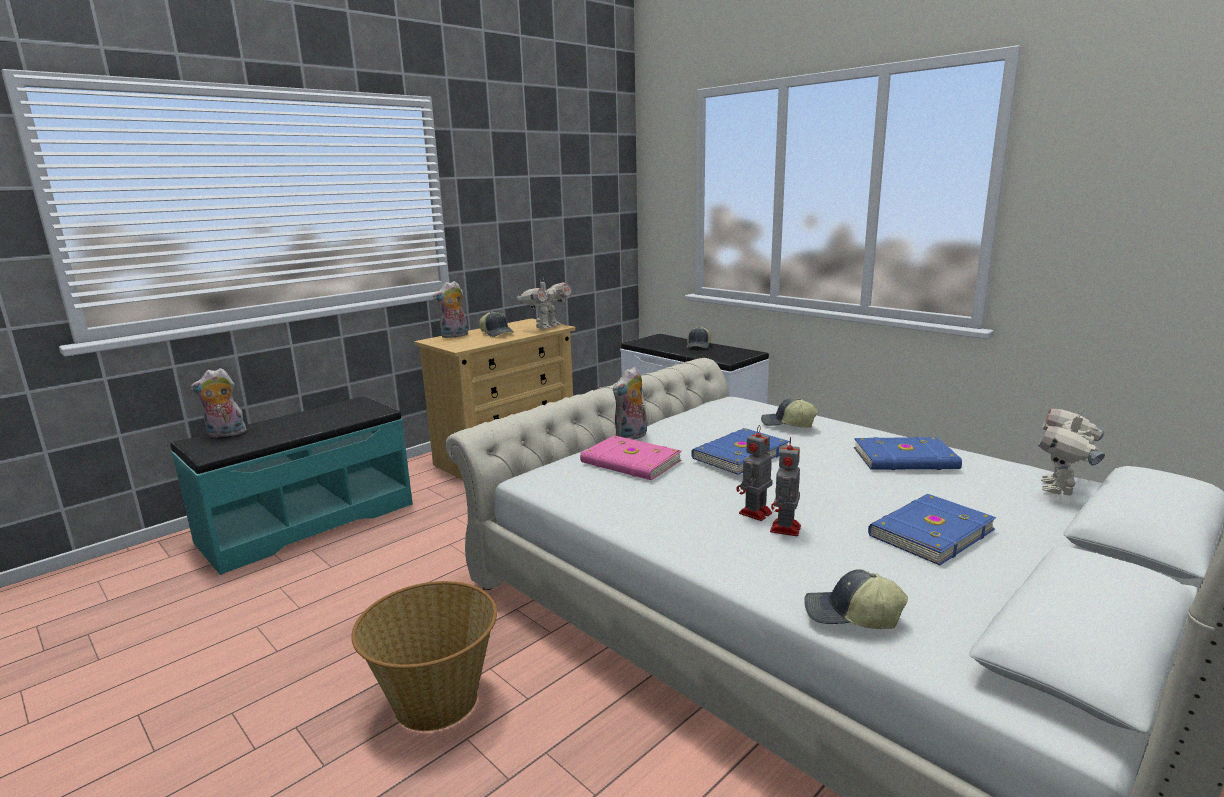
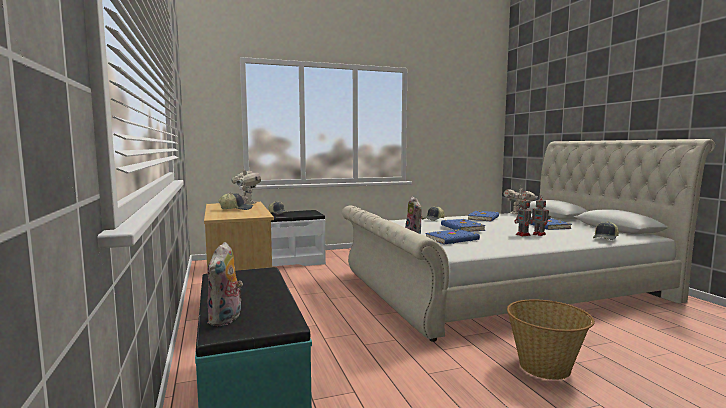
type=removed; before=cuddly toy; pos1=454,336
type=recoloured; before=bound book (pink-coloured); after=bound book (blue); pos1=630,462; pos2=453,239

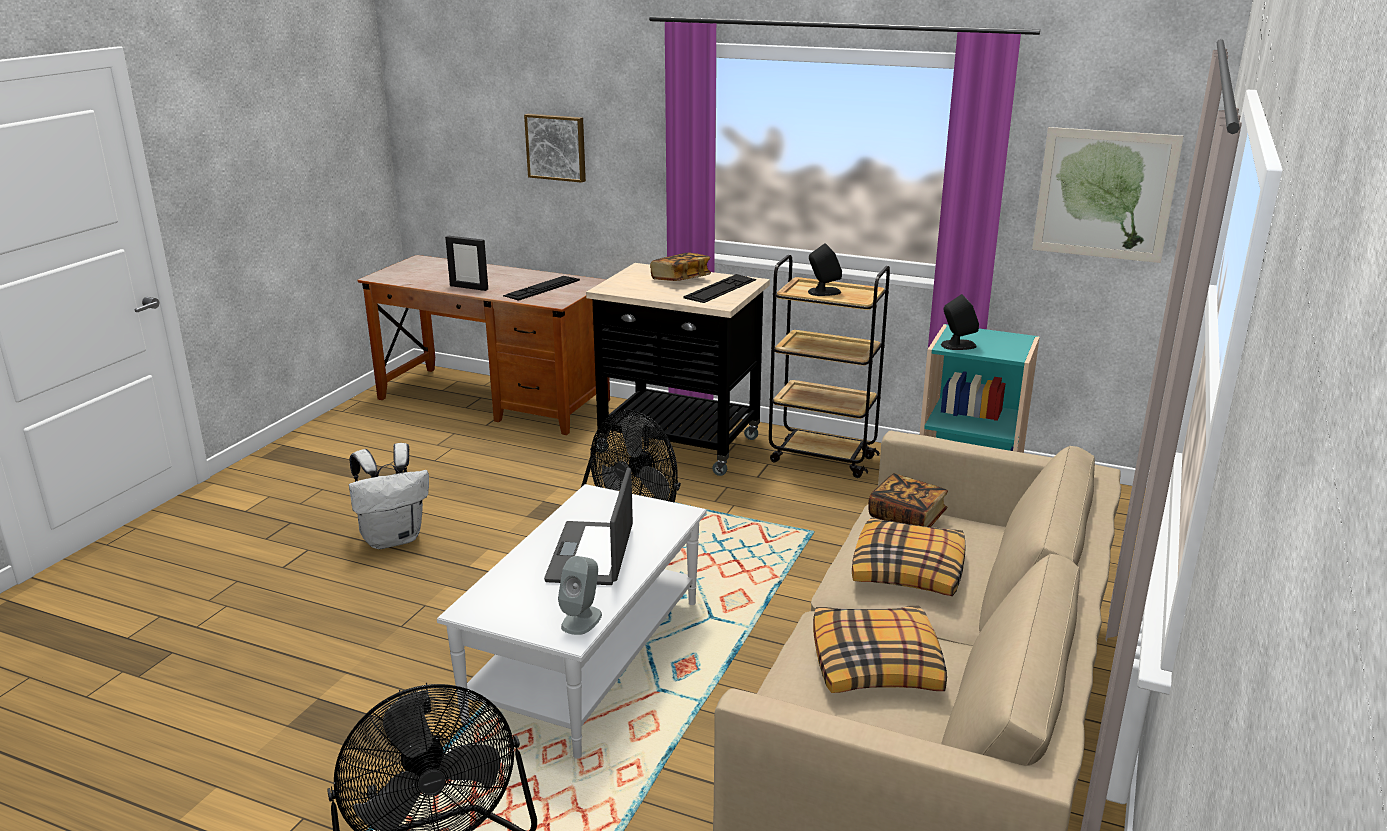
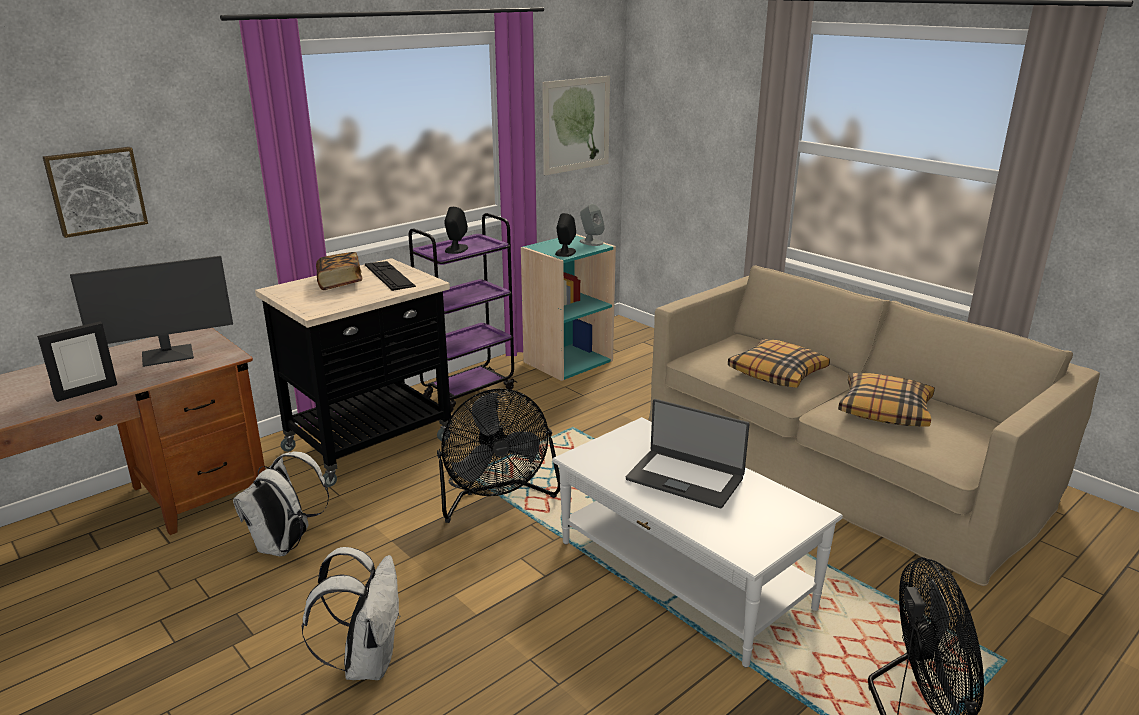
type=replaced; before=keyboard; after=computer display; pos1=542,288; pos2=168,356
type=moved; before=audio speaker (greyish); pos1=581,620; pos2=591,242
type=recoloured; before=wheeled cart (brown-coloured); after=wheeled cart (purple-coloured); pos1=823,459; pos2=469,393
type=removed; before=bound book; pos1=906,517
type=added; after=knapsack (white); pos2=286,546

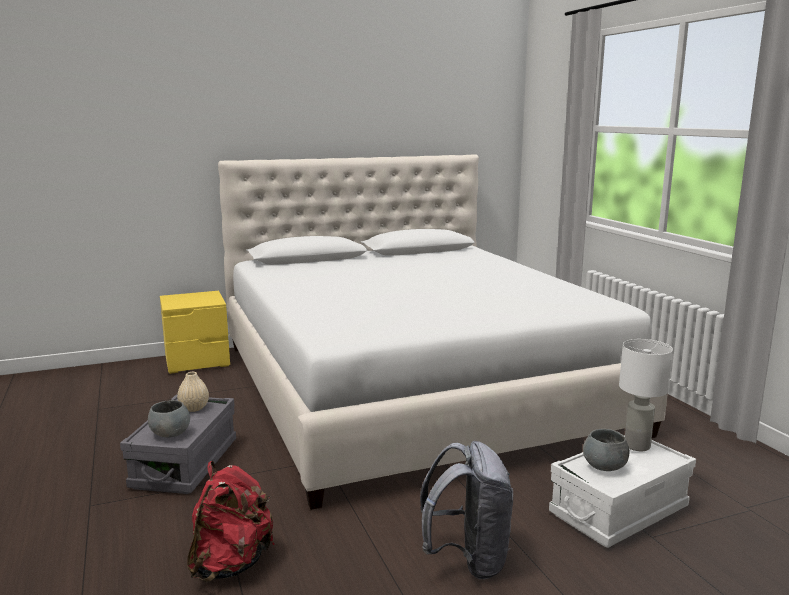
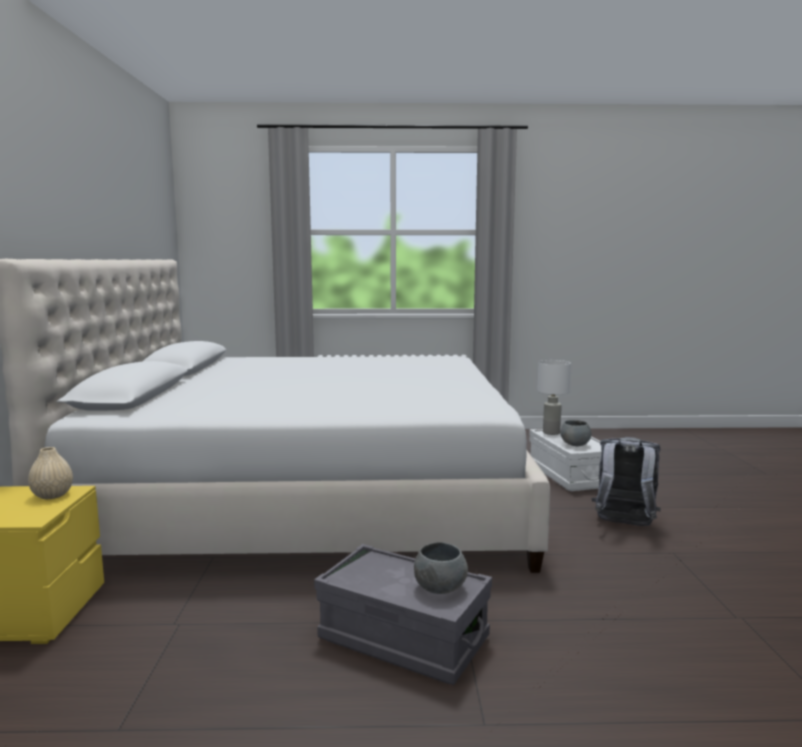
type=moved; before=vase (beige-coloured); pos1=194,408; pos2=52,495
type=removed; before=knapsack (reddish); pos1=231,564

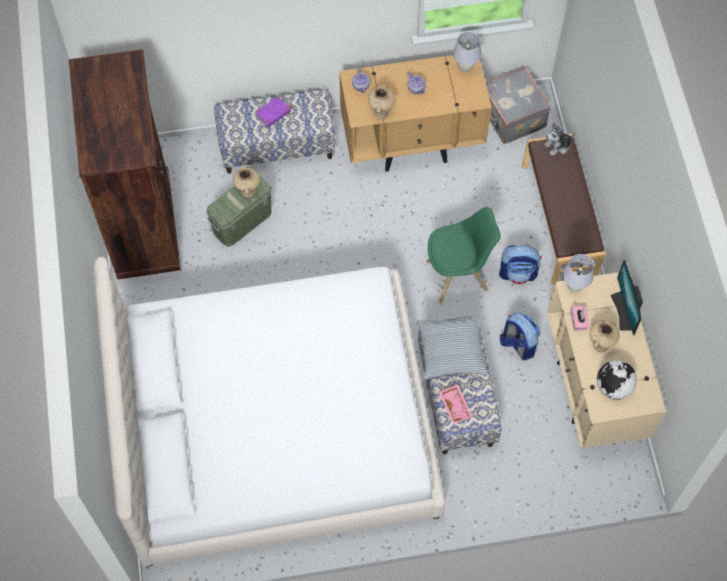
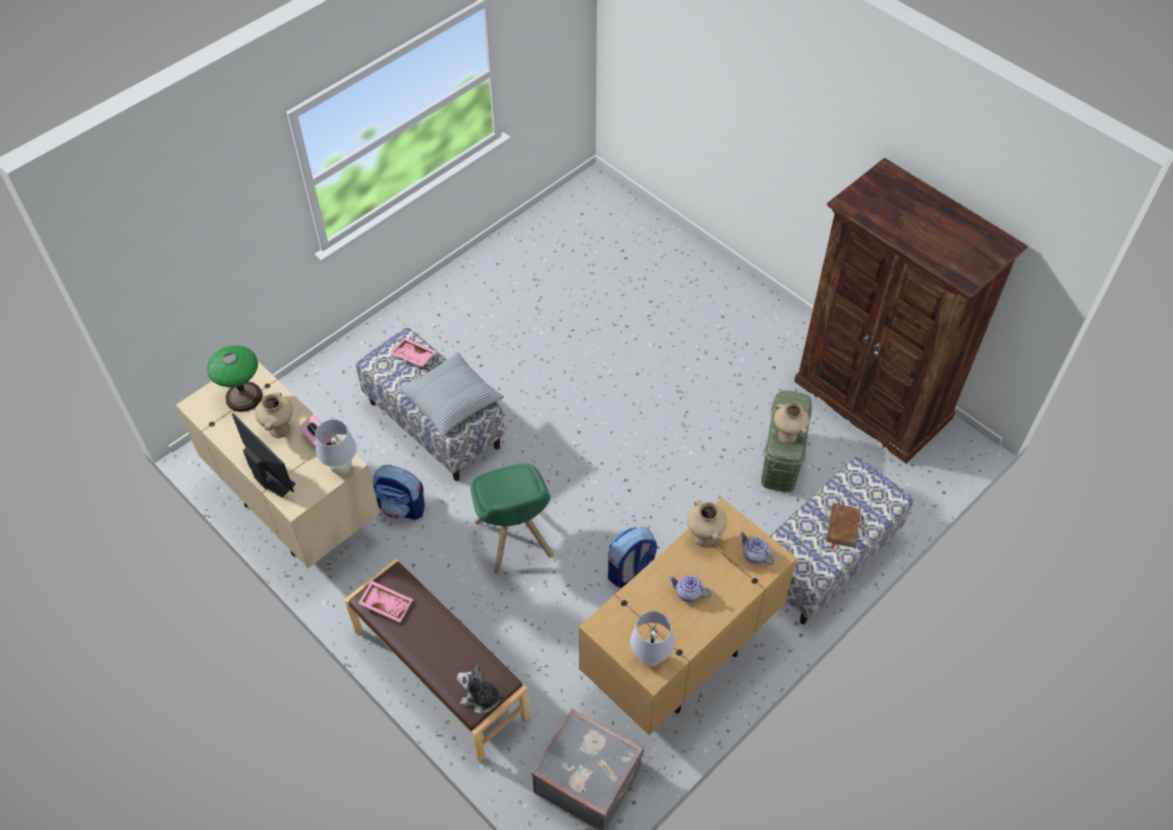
type=removed; before=bed (white); pos1=275,425
type=recoloured; before=bound book (purple-coloured); after=bound book (brown-coloured); pos1=273,113; pos2=842,527
type=turned; before=upright chair (greenish); pos1=457,276; pos2=514,539; turn=-60
type=moved; before=knapsack; pos1=518,273; pos2=630,571
type=turned; before=cuddly toy; pos1=558,146; pos2=481,698; turn=-105
type=replaced; before=world globe; after=tabletop lamp; pos1=613,387; pos2=244,397
type=added; after=serving tray (pink-coloured); pos2=387,603

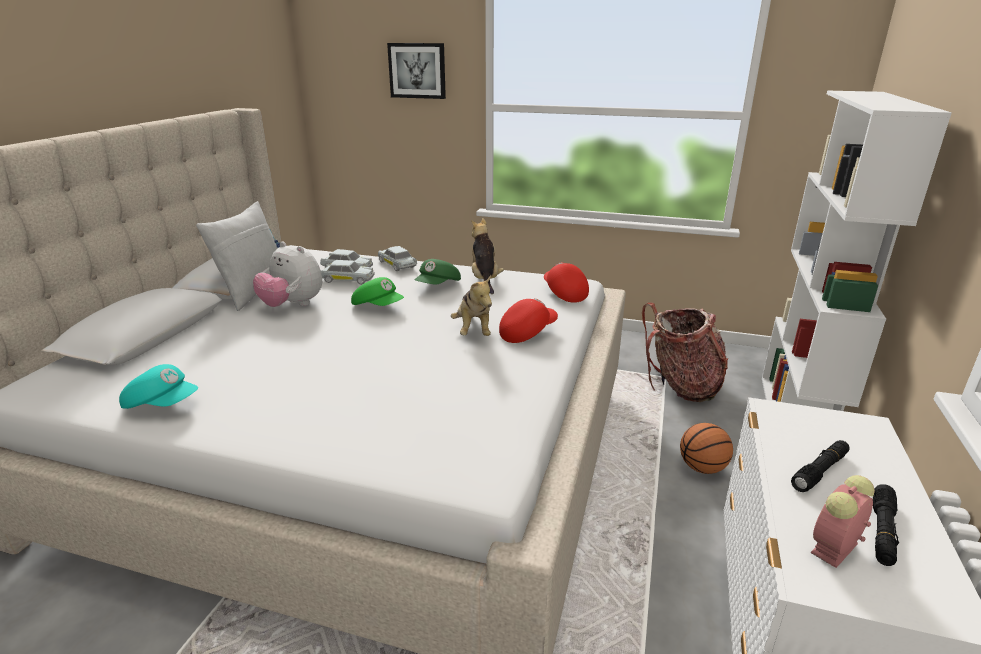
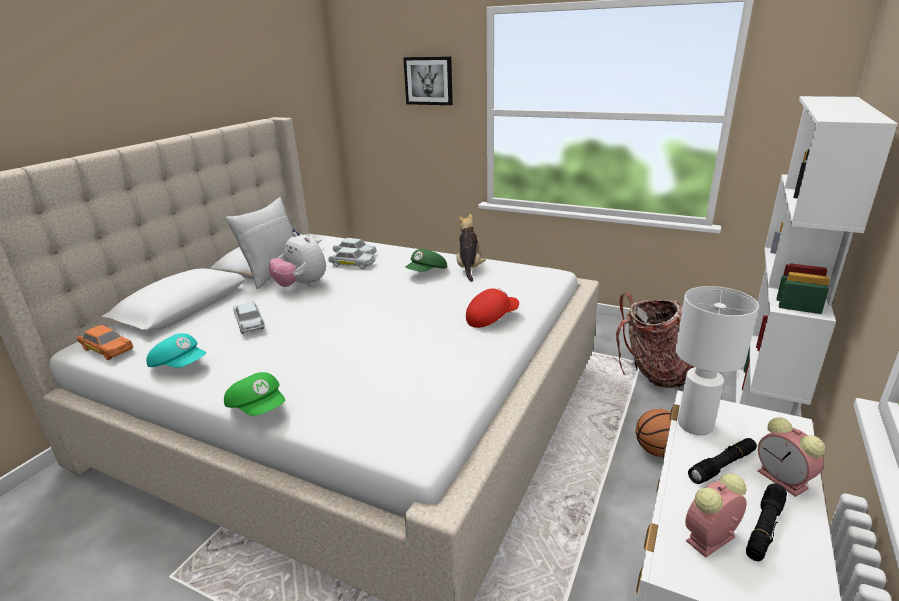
type=moved; before=peaked cap (greenish); pos1=378,306; pos2=258,408
type=moved; before=toy car (white); pos1=397,265; pos2=250,323
type=removed; before=cuddly toy; pos1=473,330
type=removed; before=peaked cap (reddish); pos1=564,293
type=added; after=toy car (orange); pos2=107,349
type=added; after=tabletop lamp (white); pos2=696,425
type=added; after=alarm clock; pos2=784,480

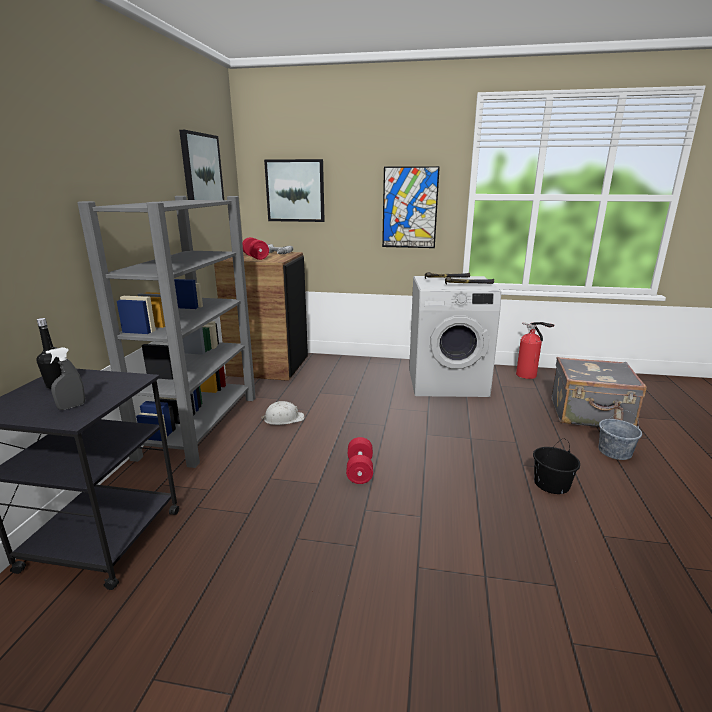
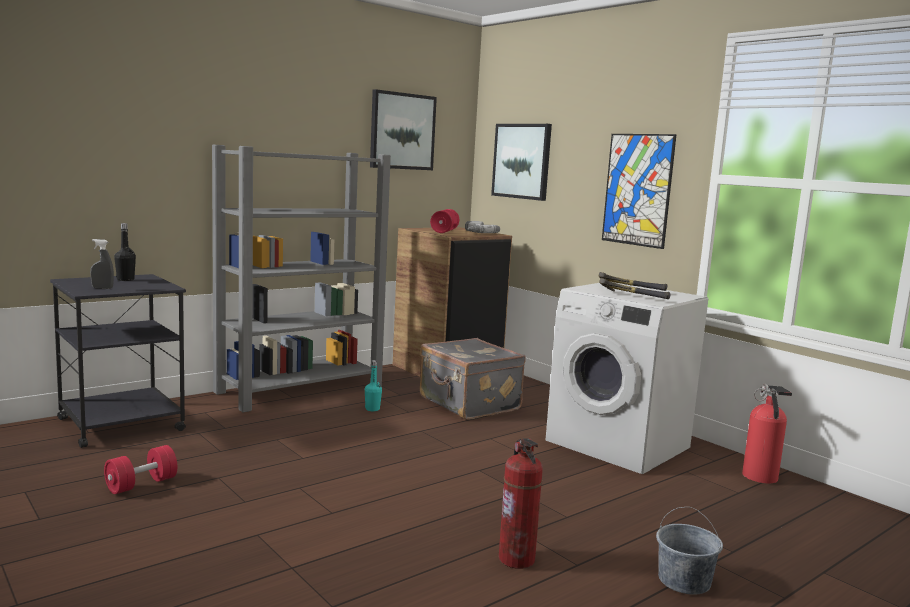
type=replaced; before=work helmet (white); after=drink bottle (turquoise); pos1=283,418; pos2=372,409
type=moved; before=dumbbell (reddish); pos1=359,470; pos2=141,484
type=replaced; before=water bucket (black-coloured); after=fire-fighting cylinder; pos1=551,484; pos2=517,559
type=moved; before=suitcase (greyish); pos1=590,415; pos2=468,404

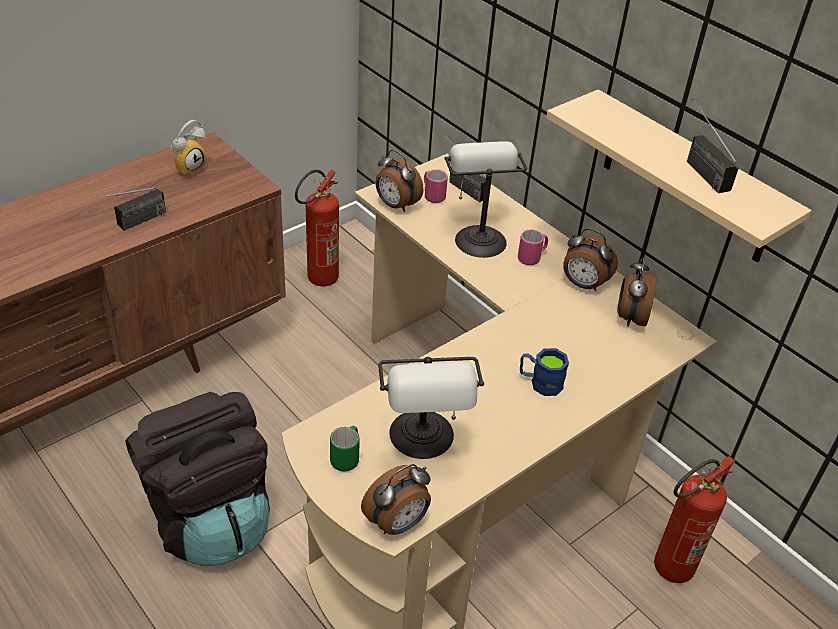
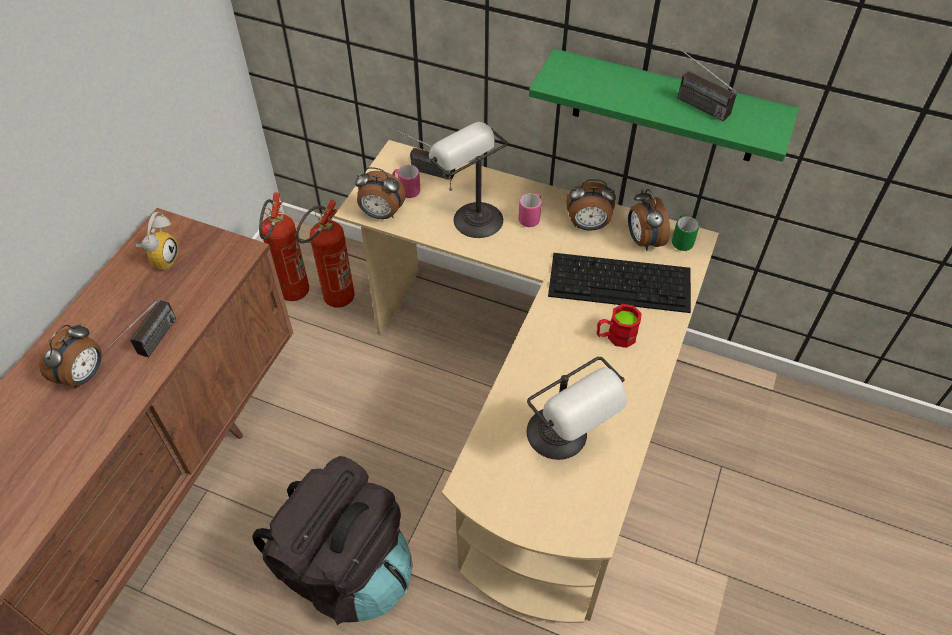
type=moved; before=mug (greenish); pos1=347,457; pos2=681,240
type=moved; before=alarm clock; pos1=397,523; pos2=84,375
type=recoloured; before=mug (blue); after=mug (reddish); pos1=540,382; pos2=615,336
type=recoloured; before=wall shelf (beige-coloured); after=wall shelf (greenish); pos1=687,178; pos2=665,107
type=moved; before=fire-fighting cylinder; pos1=666,571; pos2=334,302
type=added; after=keyboard; pos2=621,282

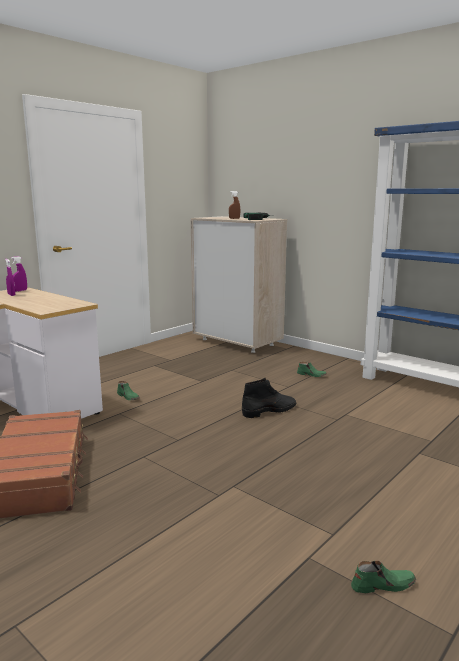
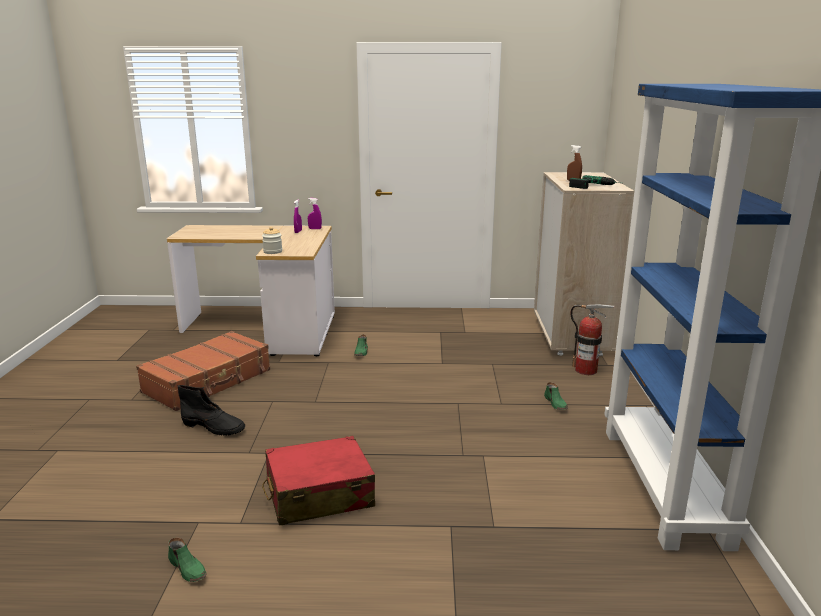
type=moved; before=boot (black-coloured); pos1=269,410; pos2=214,427
type=added; after=storage jar; pos2=273,251
type=added; after=suitcase (reddish); pos2=319,495
type=added; after=fire-fighting cylinder; pos2=586,370

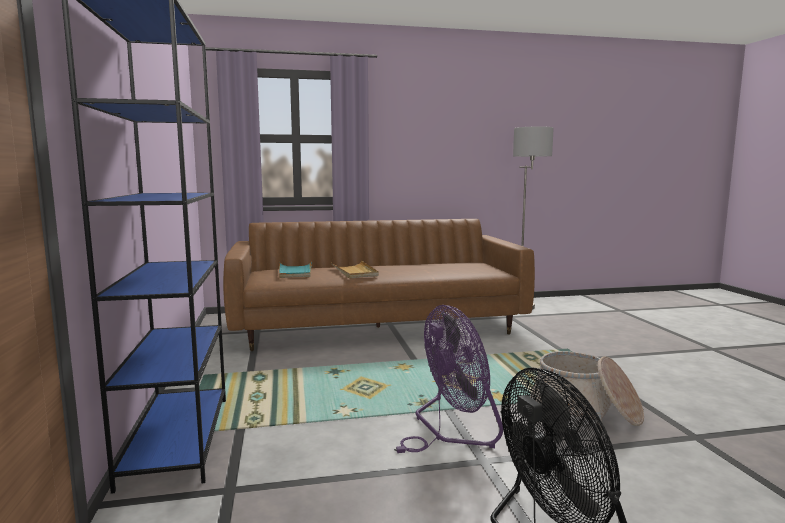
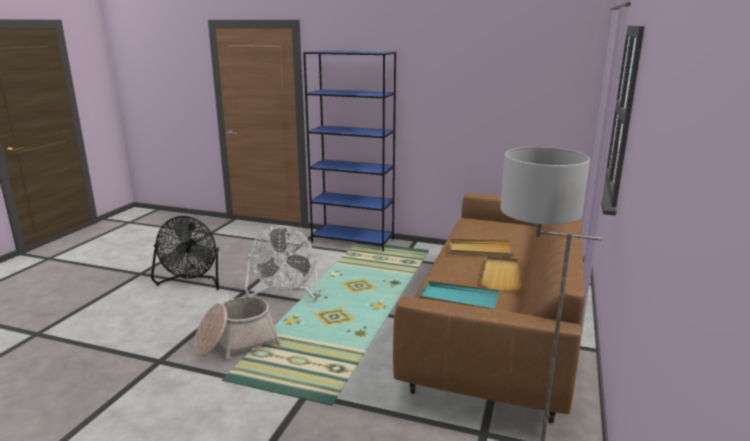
type=moved; before=serving tray (turquoise); pos1=295,272; pos2=458,299
type=recoloured; before=cooling fan (purple-coloured); after=cooling fan (white); pos1=444,427; pos2=284,293
type=added; after=serving tray (beige-coloured); pos2=500,275

